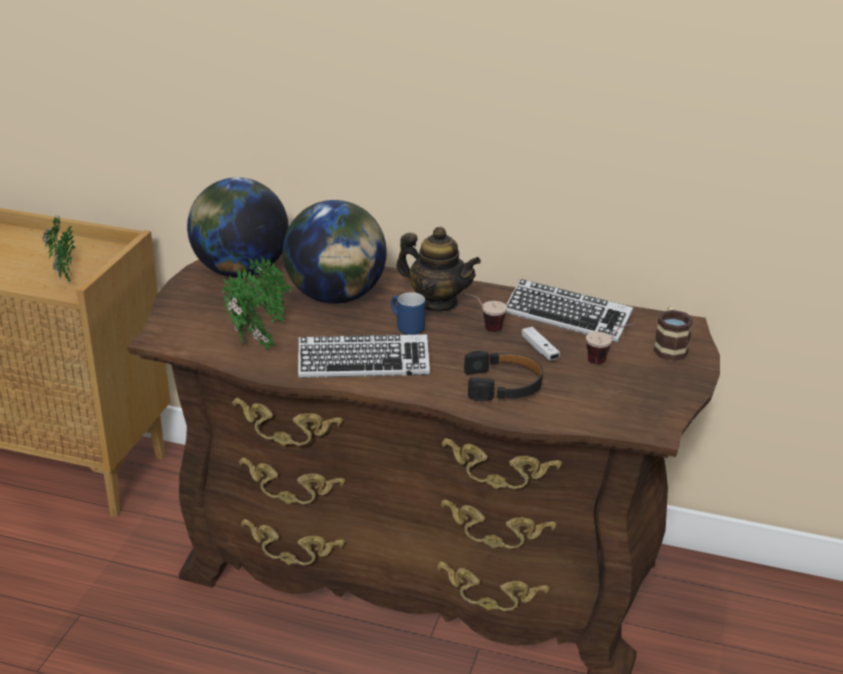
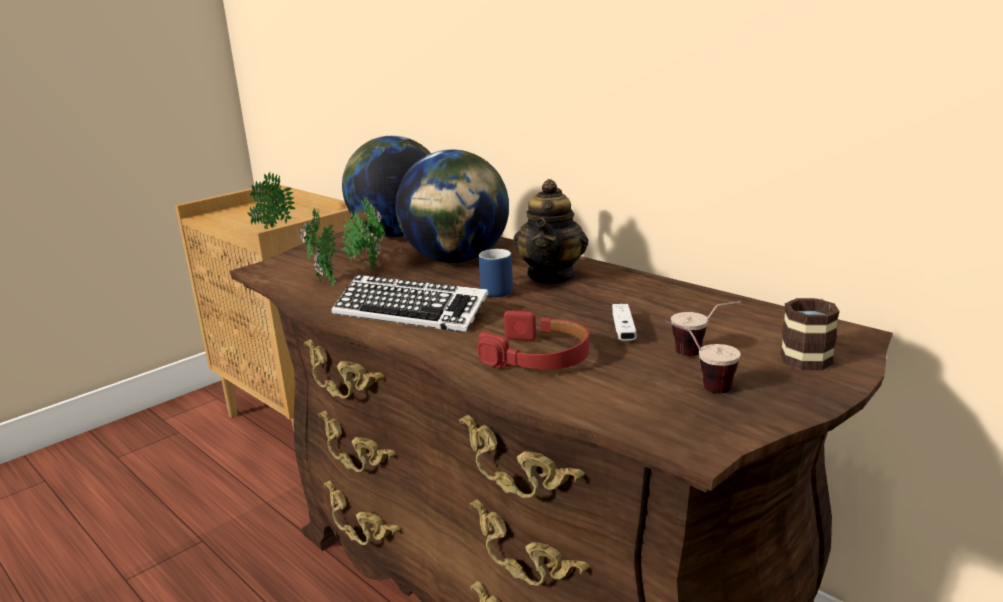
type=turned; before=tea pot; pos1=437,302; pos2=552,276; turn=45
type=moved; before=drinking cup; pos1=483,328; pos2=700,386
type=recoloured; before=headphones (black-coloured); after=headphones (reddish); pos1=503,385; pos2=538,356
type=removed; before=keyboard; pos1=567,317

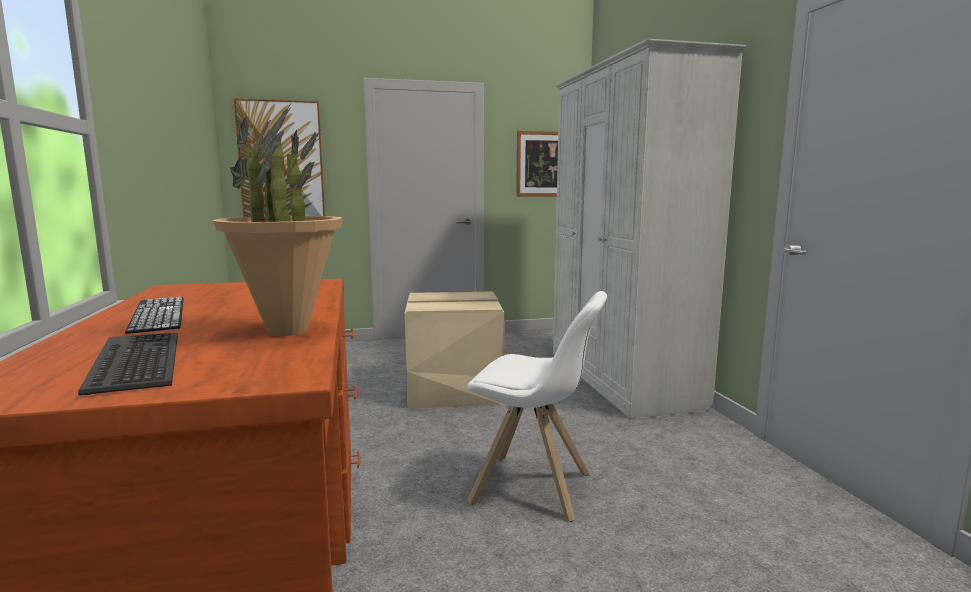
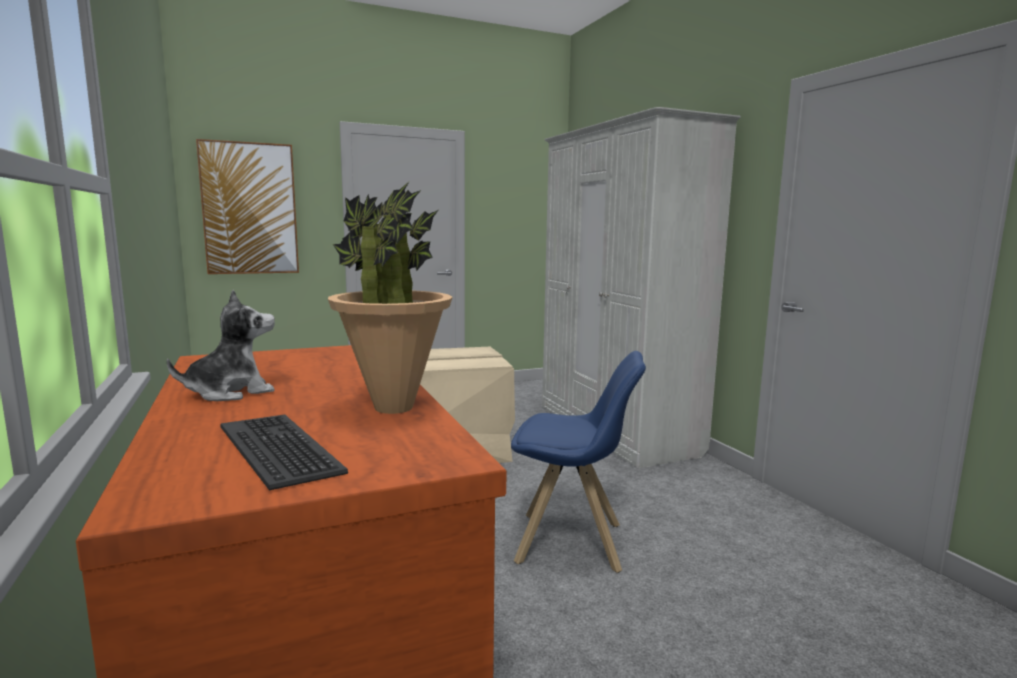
type=replaced; before=keyboard; after=cuddly toy; pos1=158,314; pos2=231,392
type=recoloured; before=upright chair (white); after=upright chair (blue); pos1=532,487; pos2=571,542
type=removed; before=picture; pos1=541,164

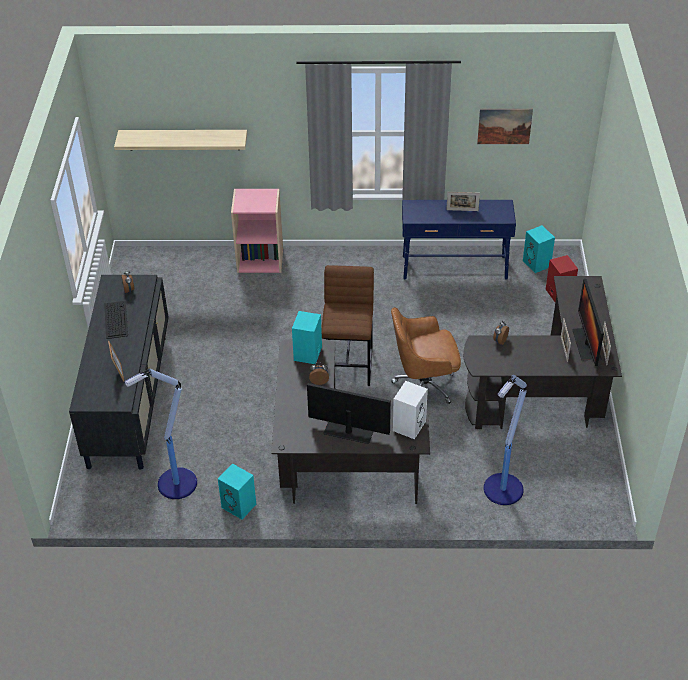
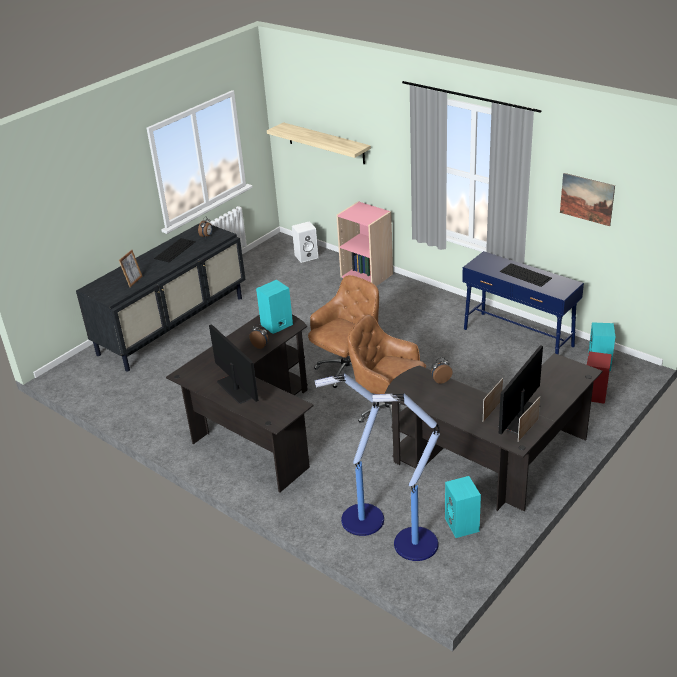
type=moved; before=standing lamp; pos1=175,484; pos2=413,544
type=moved; before=audio speaker (turquoise); pos1=240,506; pos2=463,525
type=replaced; before=sitting stool (brown-coloured); after=desk chair (brown-coloured); pos1=348,365; pos2=347,370
type=moved; before=audio speaker (white); pos1=409,425; pos2=306,256
type=replaced; before=photo frame; after=keyboard; pos1=462,210; pos2=526,275

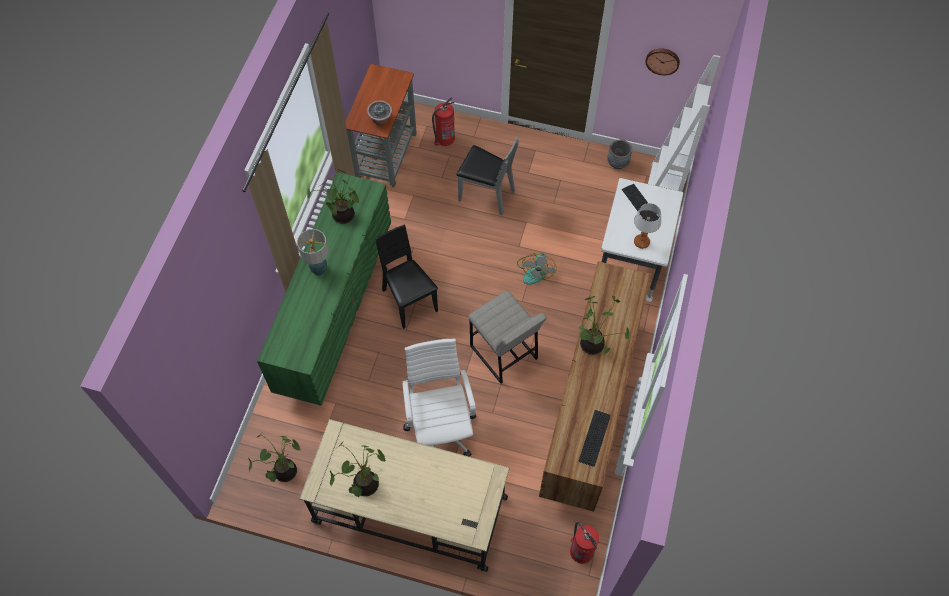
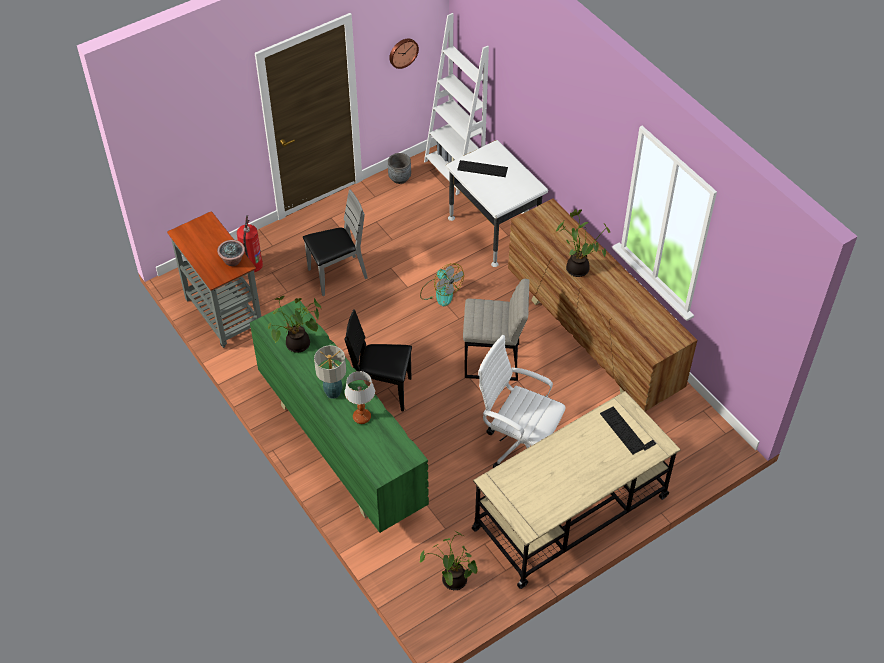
type=removed; before=plant in a pot; pos1=364,483
type=removed; before=fire-fighting cylinder; pos1=581,551
type=moved; before=keyboard; pos1=594,438; pos2=622,430
type=moved; before=tabletop lamp; pos1=641,242; pos2=362,417

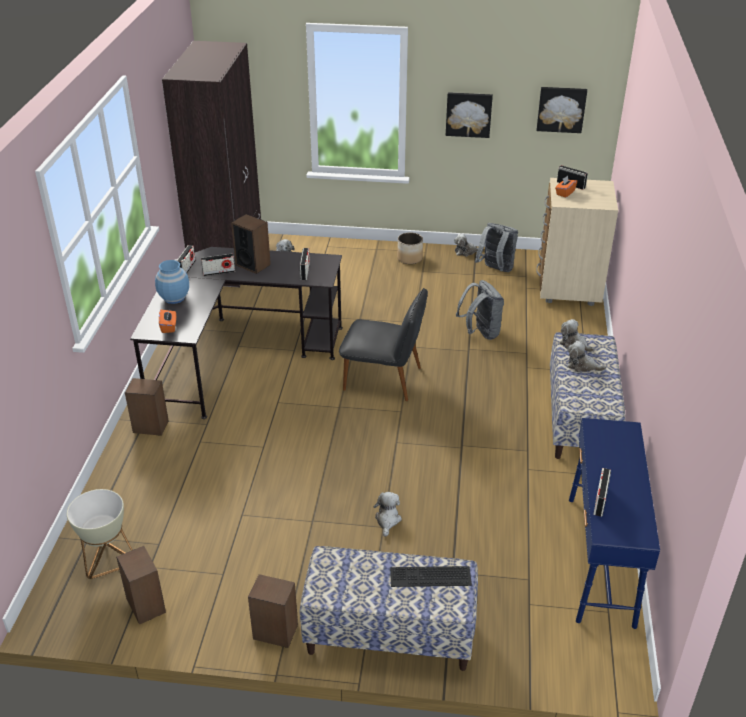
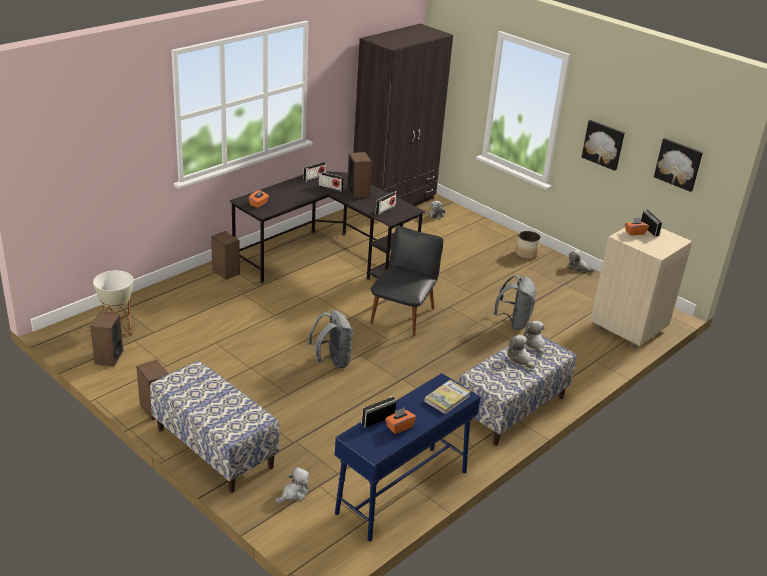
type=removed; before=vase (blue); pos1=174,298
type=turned; before=upright chair (black-coloured); pos1=382,378; pos2=402,315; turn=-120
type=moved; before=cuddly toy; pos1=387,520; pos2=294,493
type=removed; before=keyboard; pos1=429,578
type=moved; before=knapsack (greyish); pos1=495,270; pos2=332,361
type=added; after=box of tissues (orange); pos2=399,427
type=added; after=bound book; pos2=447,398

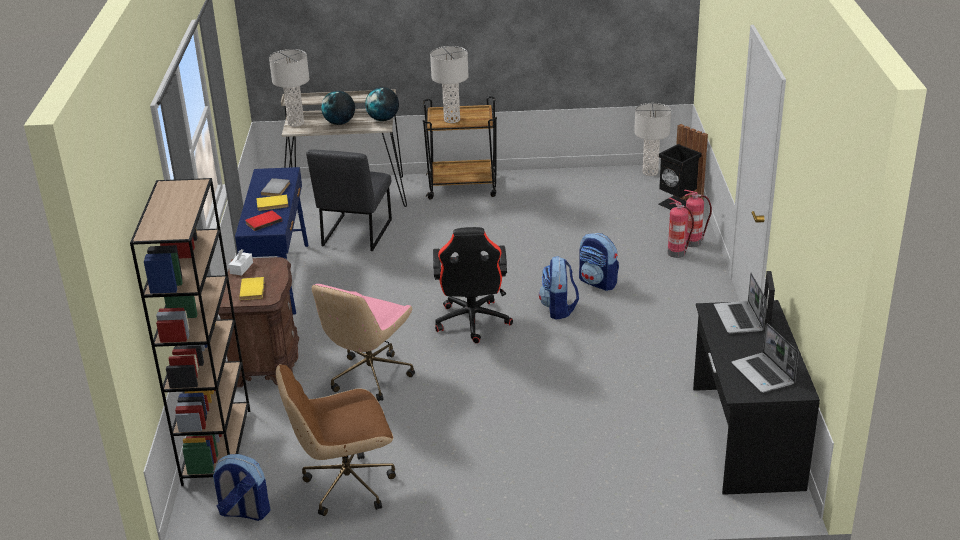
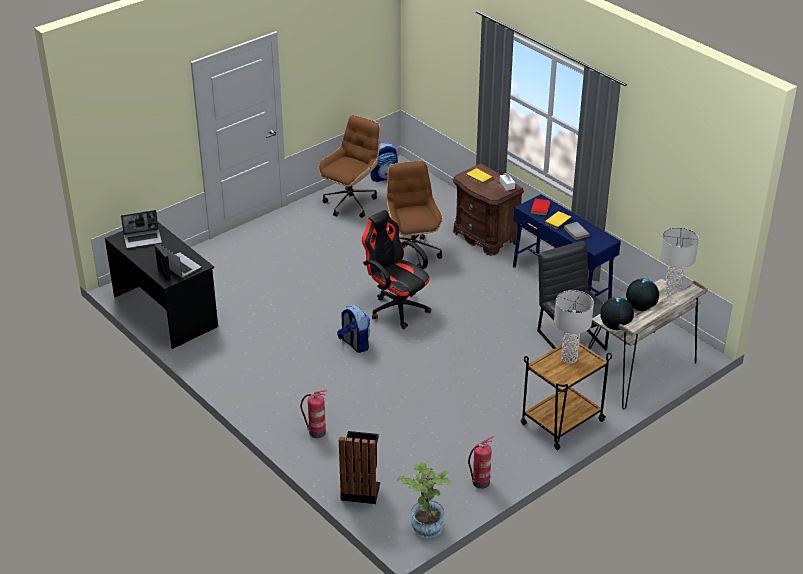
type=removed; before=bookcase (beige-coloured); pos1=216,446
type=recoloured; before=desk chair (pink-coloured); after=desk chair (brown-coloured); pos1=369,379; pos2=412,252
type=removed; before=knapsack; pos1=598,282
type=replaced; before=tabletop lamp (white); after=plant in a pot; pos1=650,172; pos2=425,523
type=moved; before=fire-fighting cylinder; pos1=693,242; pos2=480,482
type=turned; before=portable computer; pos1=764,374; pos2=143,239; turn=135

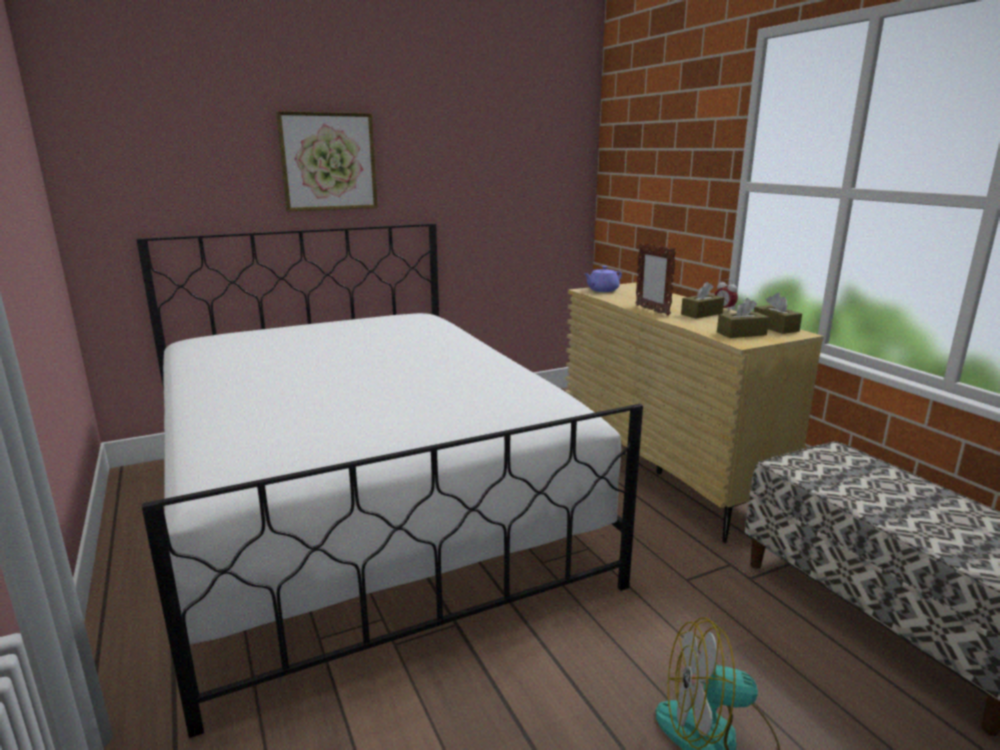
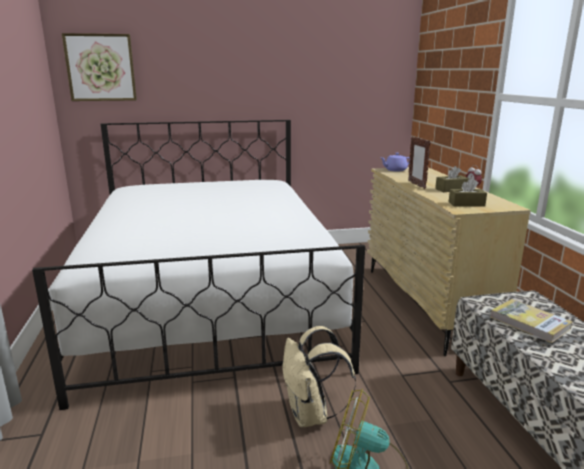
type=moved; before=picture; pos1=328,162; pos2=100,67
type=removed; before=box of tissues (brown-coloured); pos1=775,327
type=added; after=knapsack (beige-coloured); pos2=311,415
type=added; after=bound book; pos2=529,323

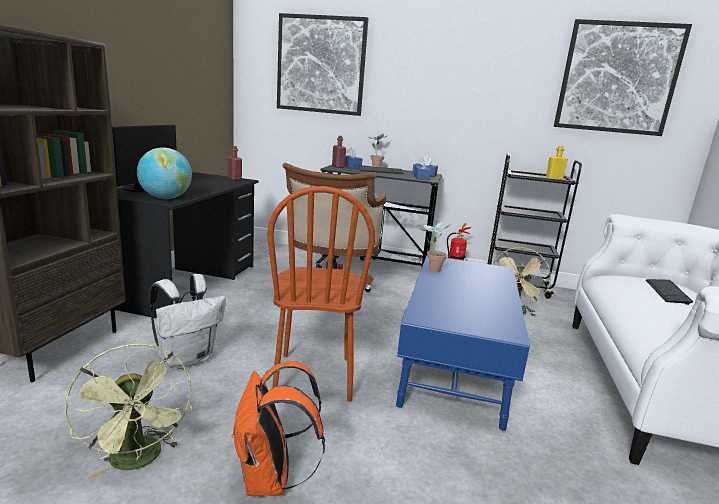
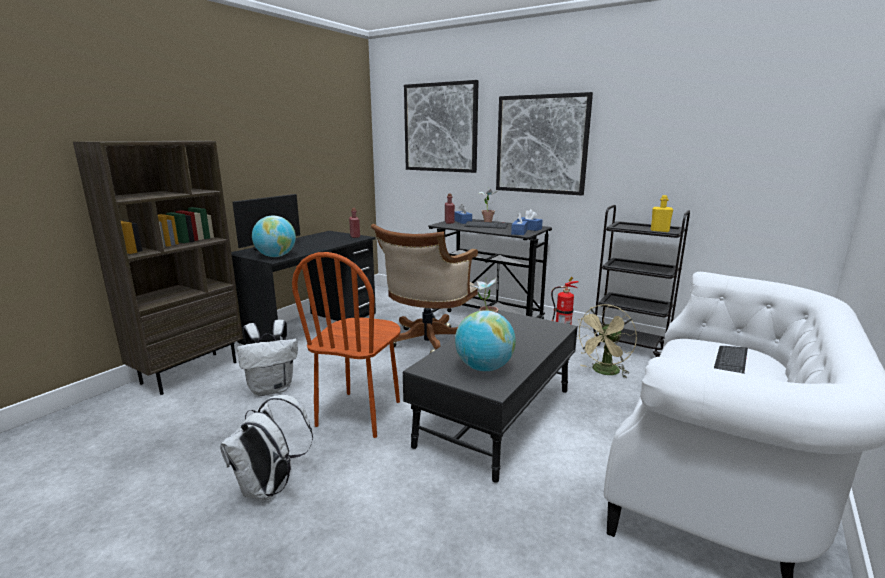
type=removed; before=cooling fan (greenish); pos1=139,461
type=recoloured; before=knapsack (orange); after=knapsack (white); pos1=270,479; pos2=270,488
type=recoloured; before=coffee table (blue); after=coffee table (black-coloured); pos1=455,365; pos2=496,418
type=moved; before=picture; pos1=618,78; pos2=541,144
type=added; after=world globe; pos2=484,368

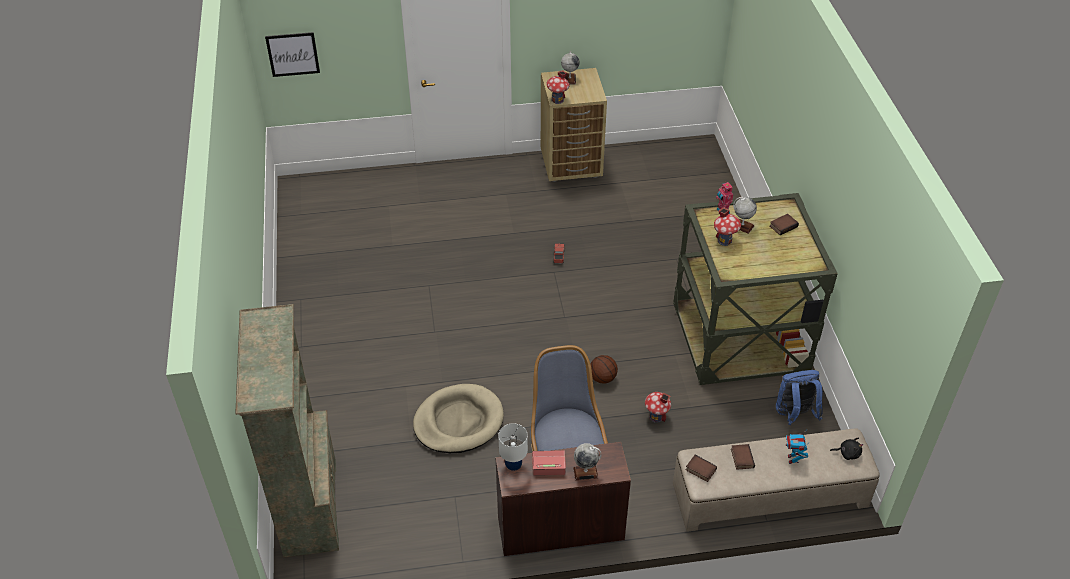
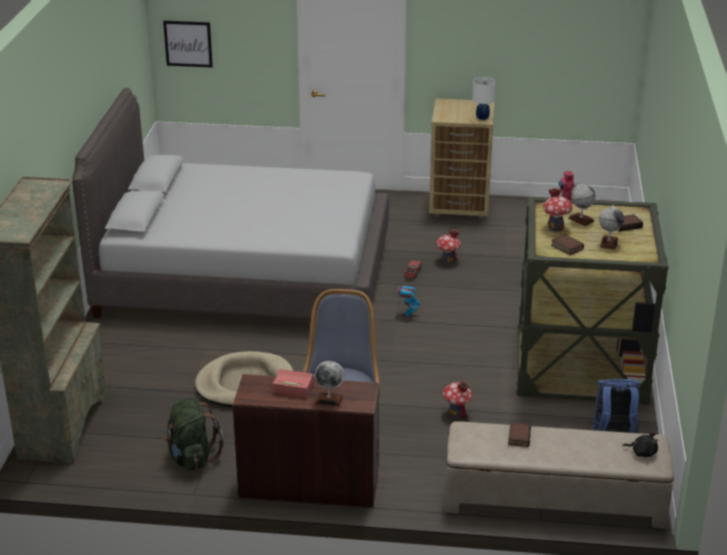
type=moved; before=tabletop lamp (white); pos1=513,466; pos2=482,118
type=moved; before=model house; pos1=557,100; pos2=447,261
type=moved; before=world globe; pos1=569,79; pos2=609,243
type=removed; before=ball for basketball; pos1=603,378
type=moved; before=bound book; pos1=700,470; pos2=566,247
type=moved; before=model robot; pos1=793,459; pos2=407,314
type=added; after=bed (greyish); pos2=245,276
type=added; after=knapsack (greenish); pos2=191,458

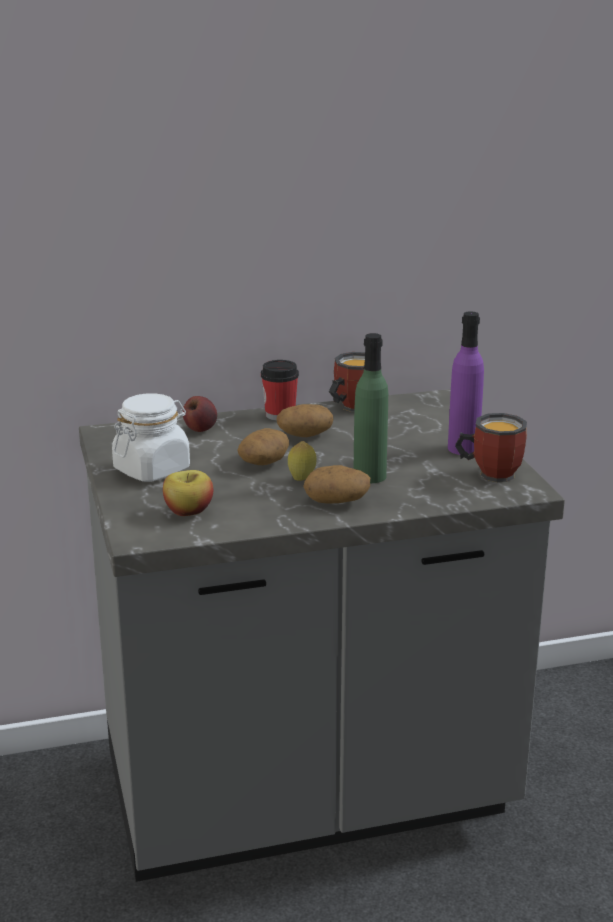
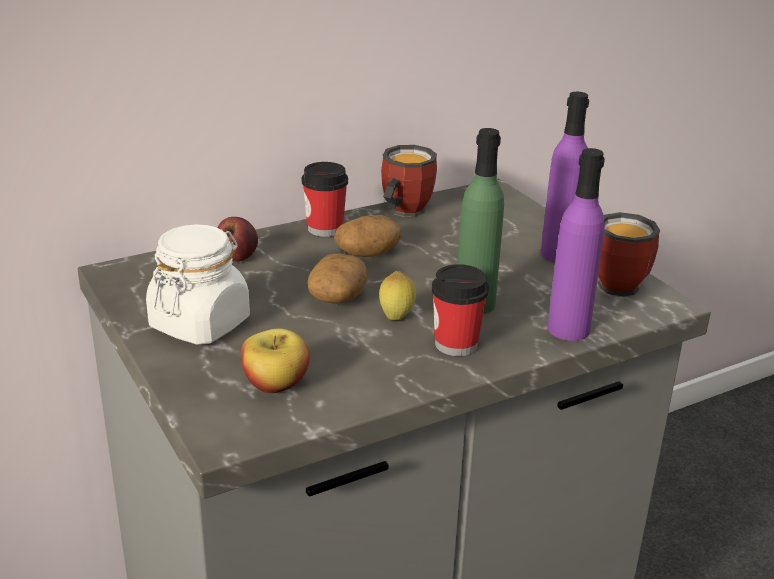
type=replaced; before=potato; after=drinking cup; pos1=337,500; pos2=456,344
type=added; after=drink bottle (purple-coloured); pos2=568,329

